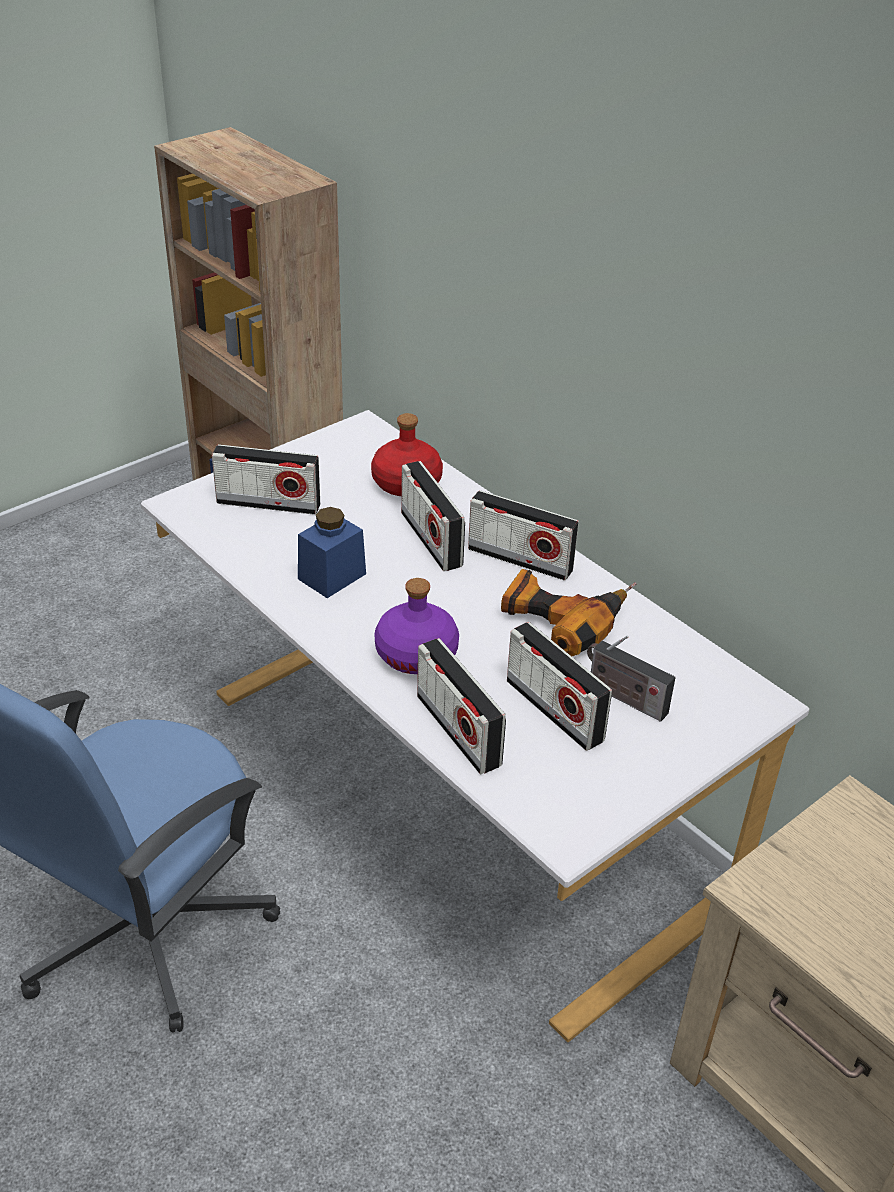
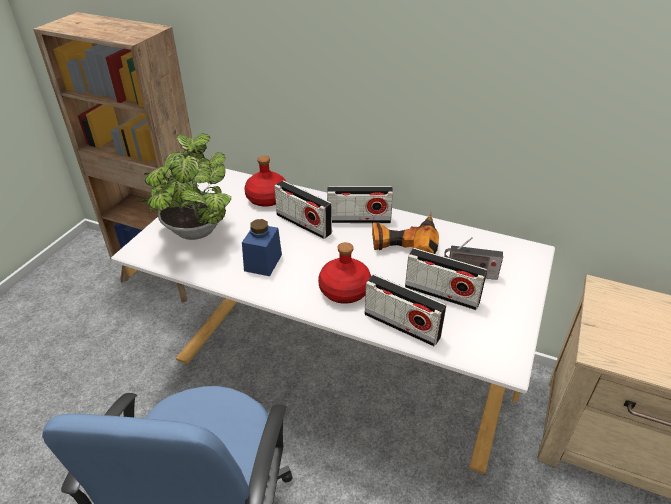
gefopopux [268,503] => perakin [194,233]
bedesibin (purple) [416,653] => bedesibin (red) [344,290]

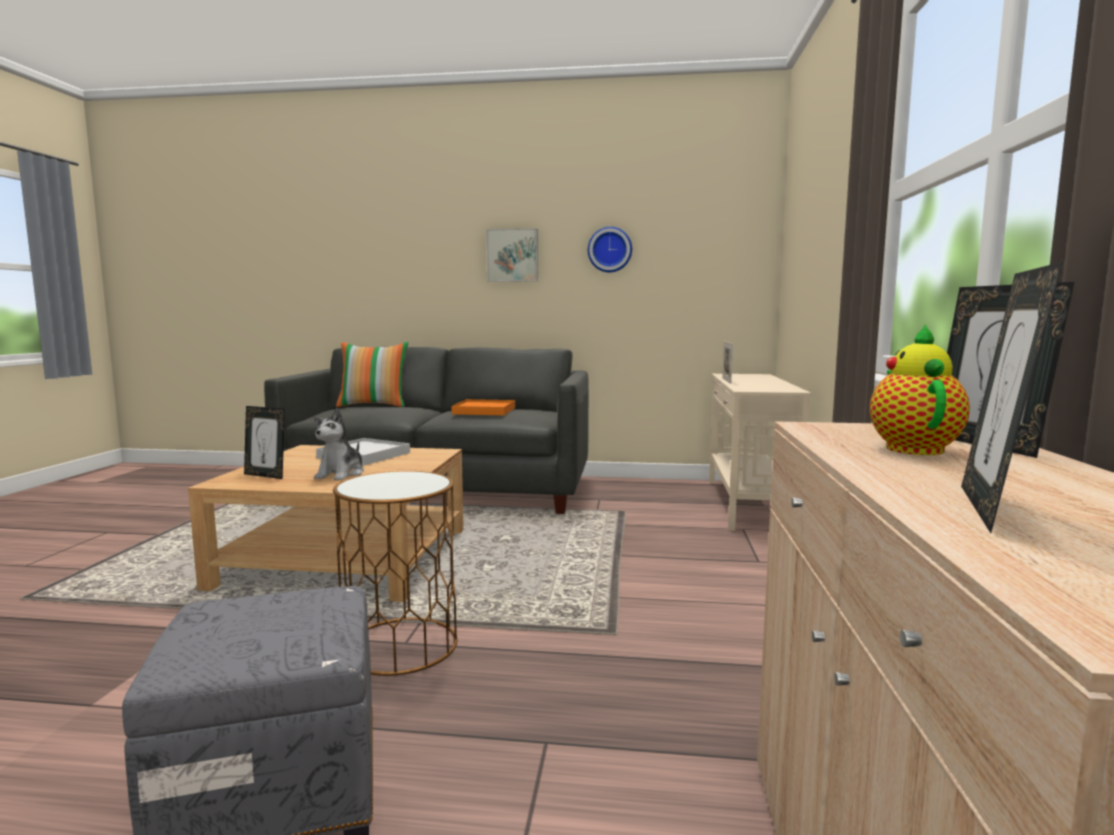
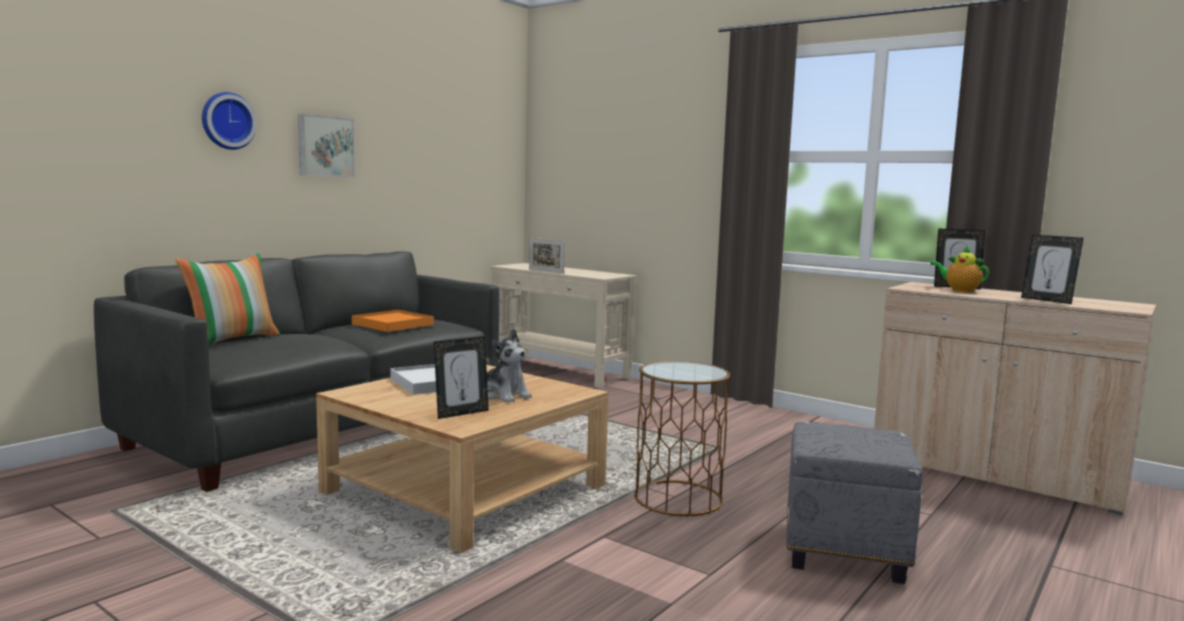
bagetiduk [610,250] => bagetiduk [227,121], shifted

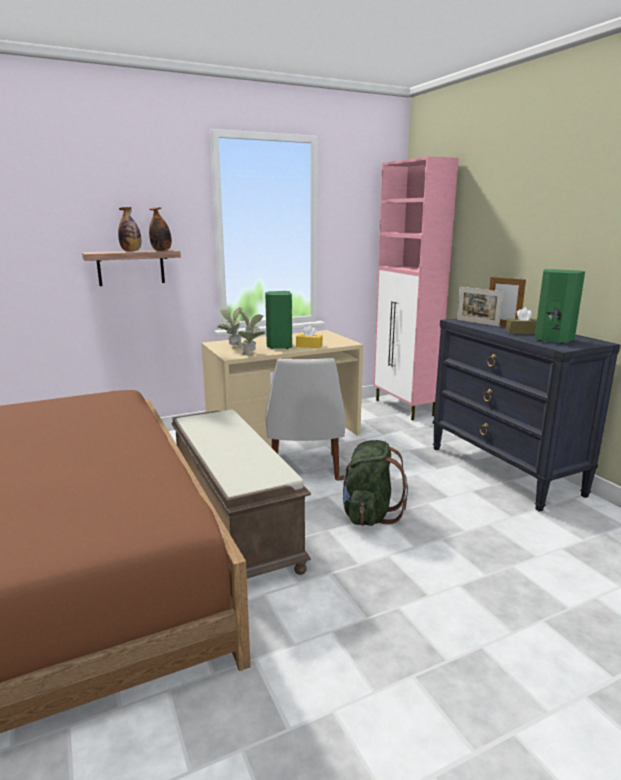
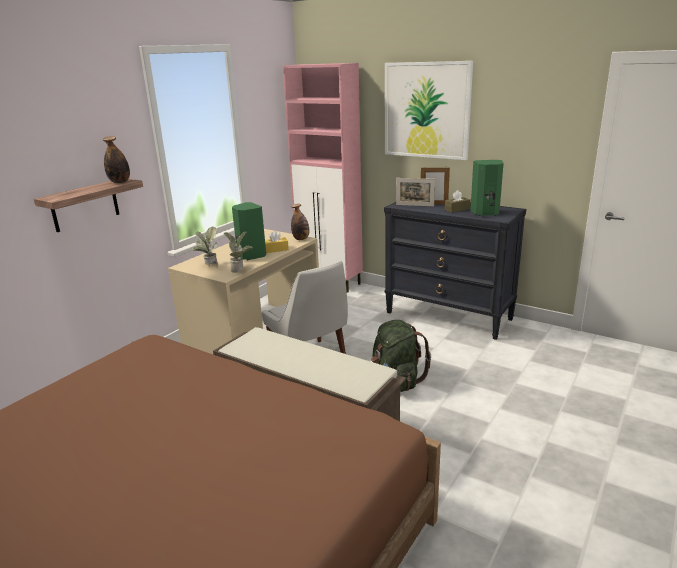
bedesibin [131,251] => bedesibin [301,239], shifted
nothing => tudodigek [426,110]

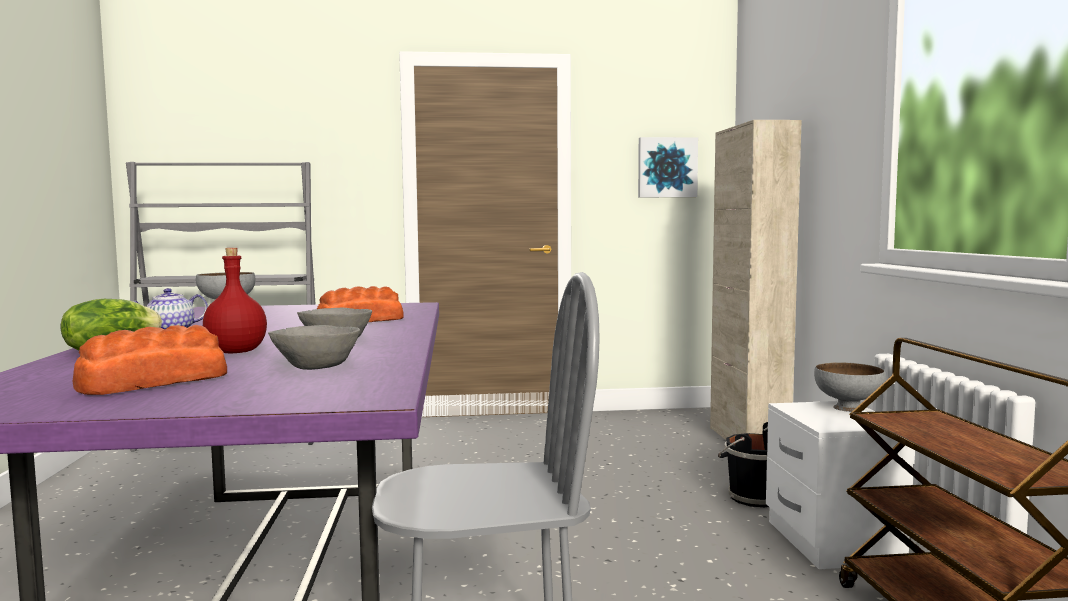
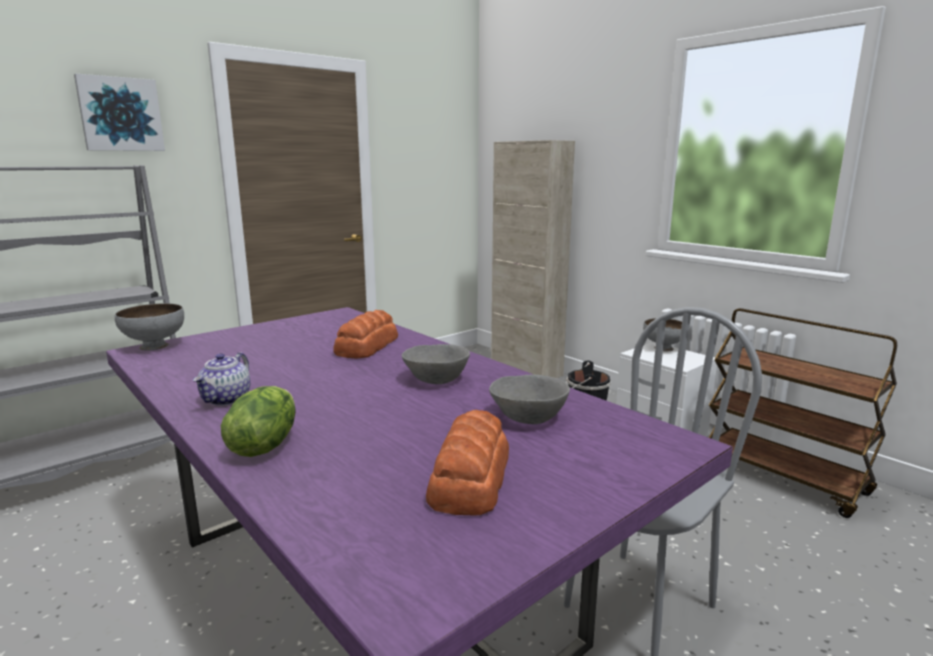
tudodigek [667,167] => tudodigek [120,114], shifted
bedesibin (red) [236,352] => nothing

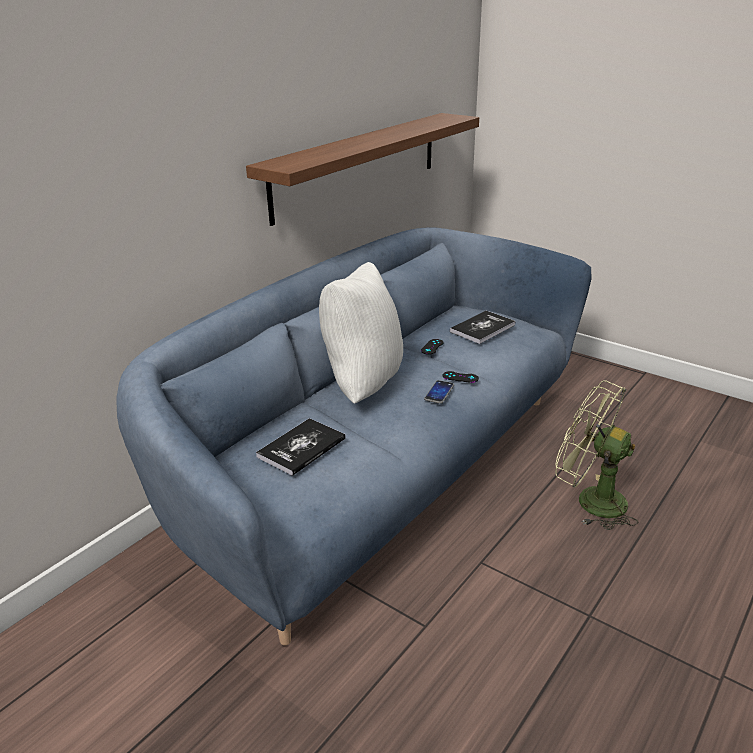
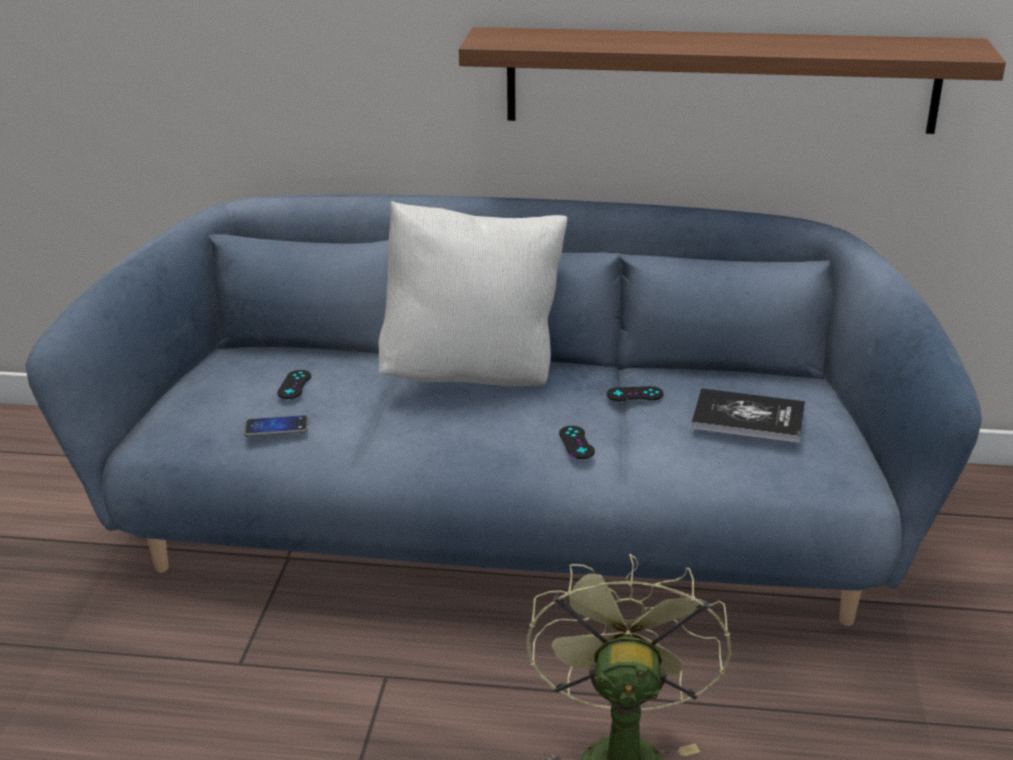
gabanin [439,392] => gabanin [276,427], shifted
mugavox [301,448] => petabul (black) [294,385]

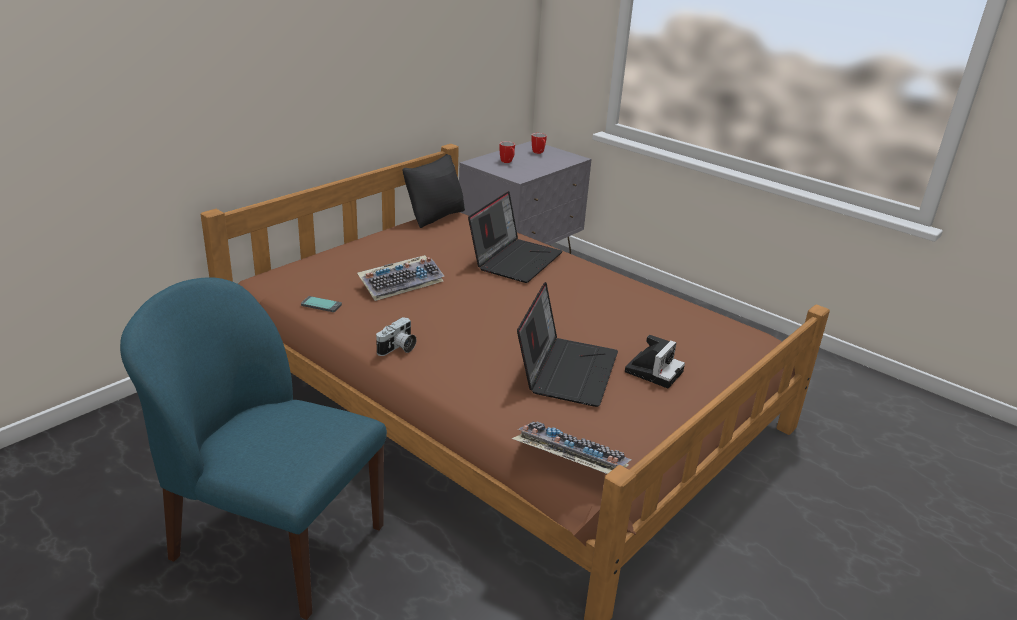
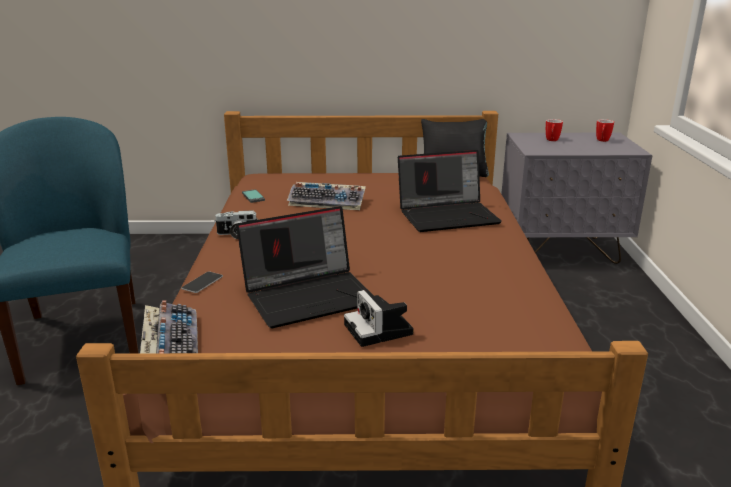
nothing => gabanin [202,282]
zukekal [654,370] => zukekal [380,330], 75 degrees clockwise

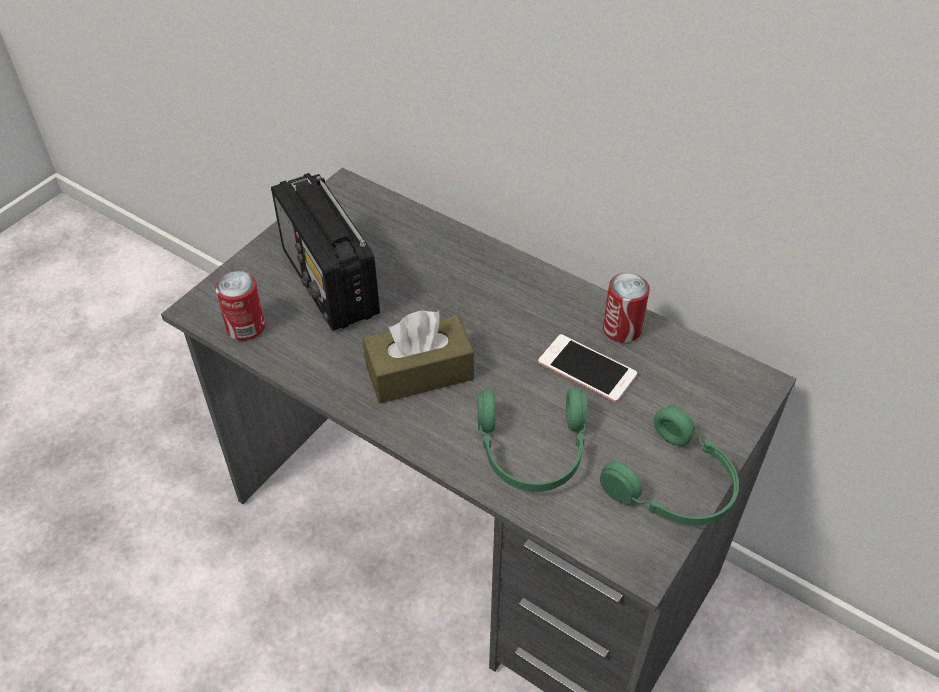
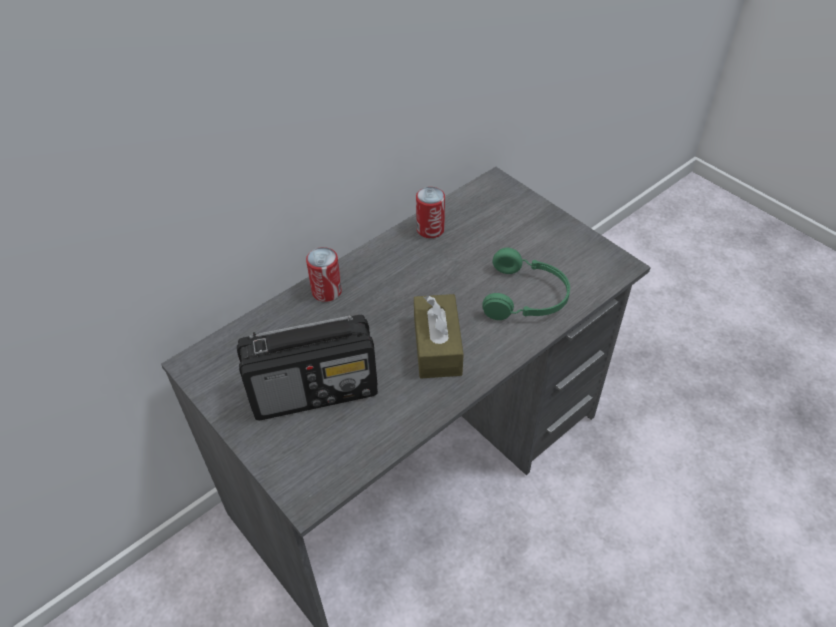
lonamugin [246,327] => lonamugin [326,291], shifted
gabanin [587,369] => nothing
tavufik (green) [675,486] => nothing

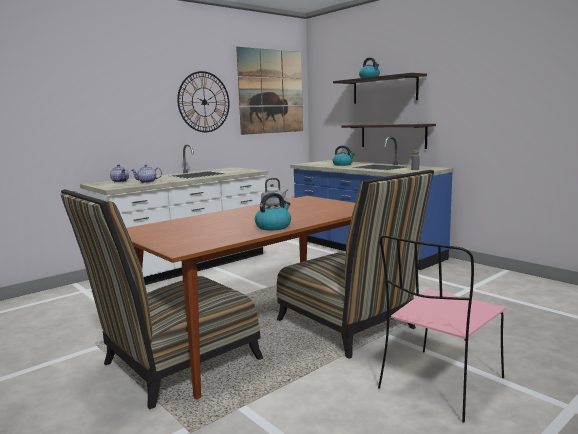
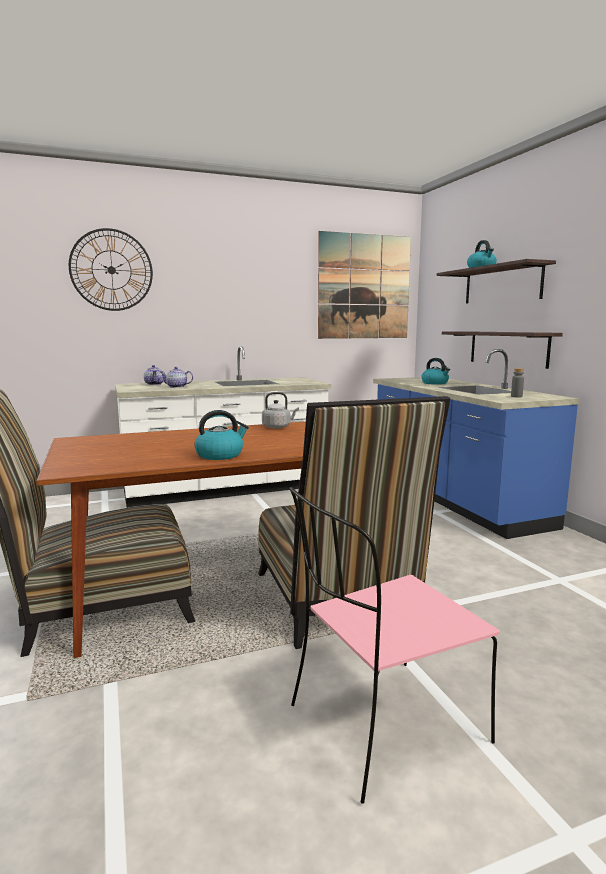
bagetiduk [204,102] => bagetiduk [111,270], shifted

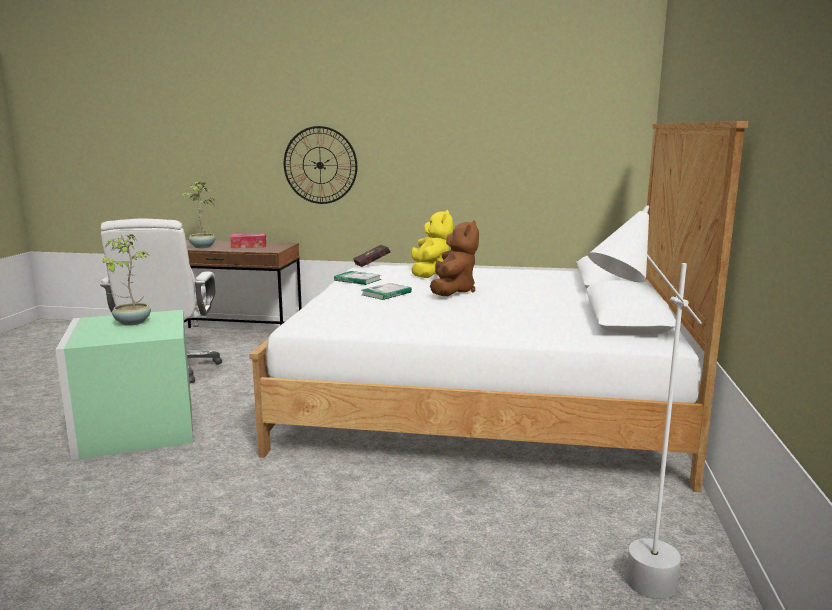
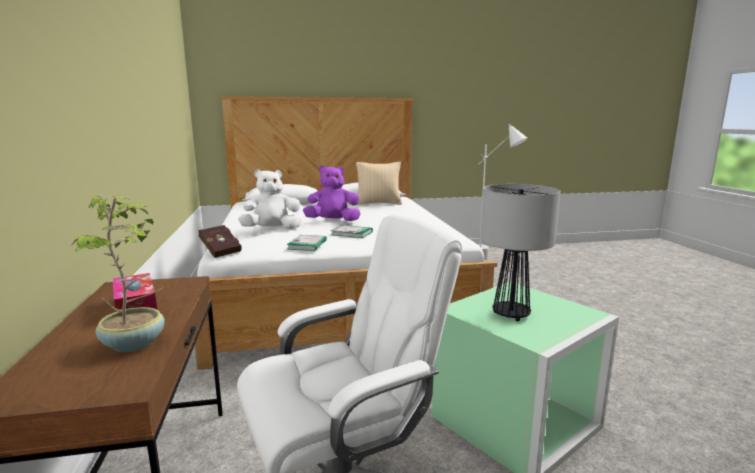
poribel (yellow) [430,274] => poribel (white) [272,229]
poribel (brown) [452,291] => poribel (purple) [333,221]
nothing => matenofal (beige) [378,203]
perakin [131,323] => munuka [510,314]
bagetiduk [320,165] => nothing

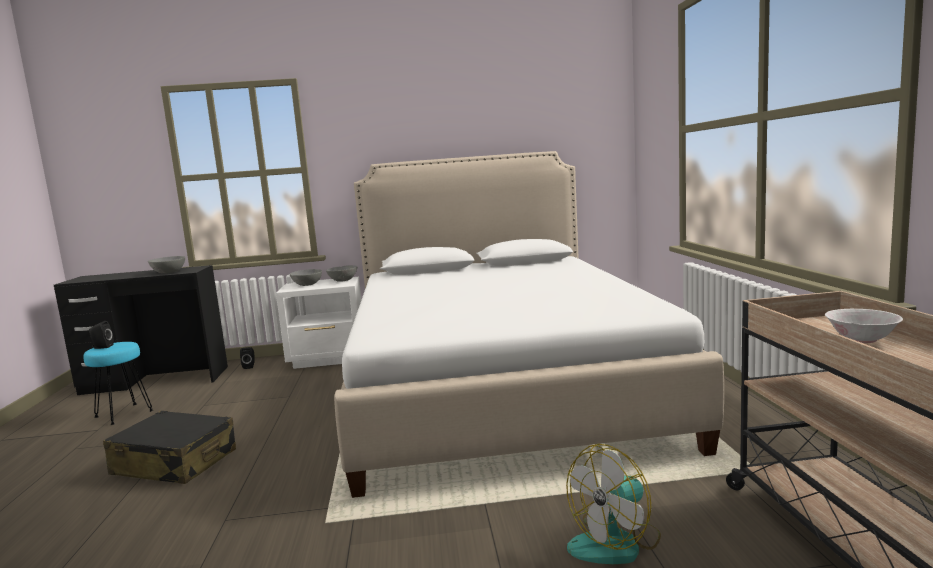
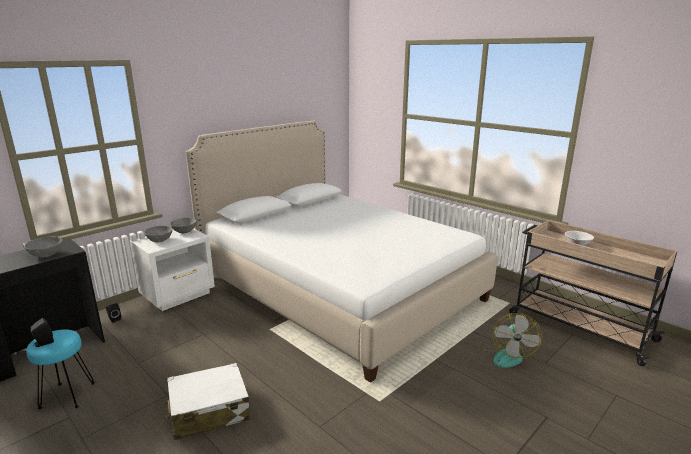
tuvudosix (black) [175,463] => tuvudosix (white) [208,411]

